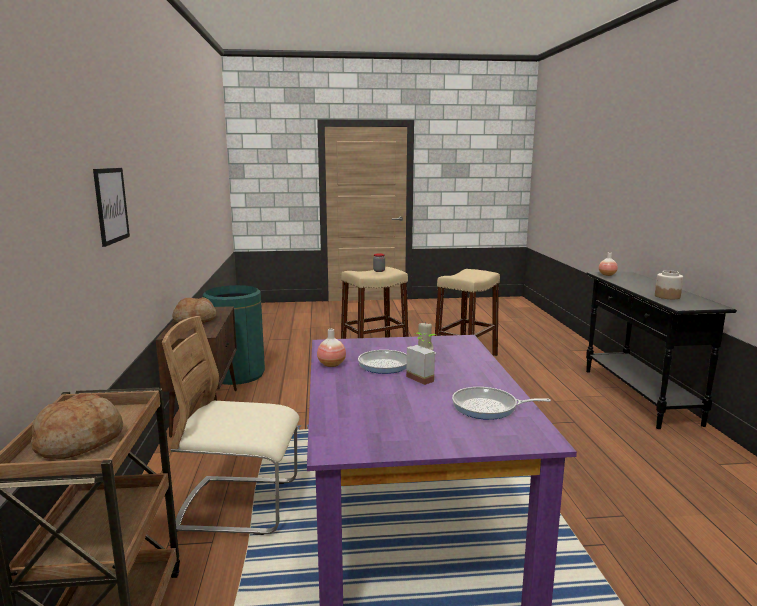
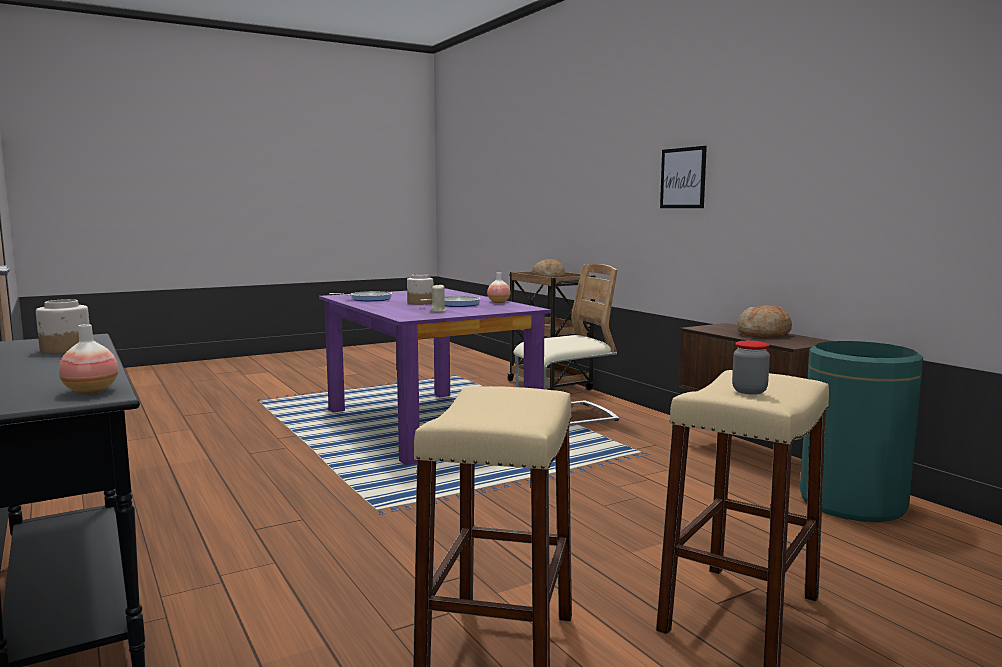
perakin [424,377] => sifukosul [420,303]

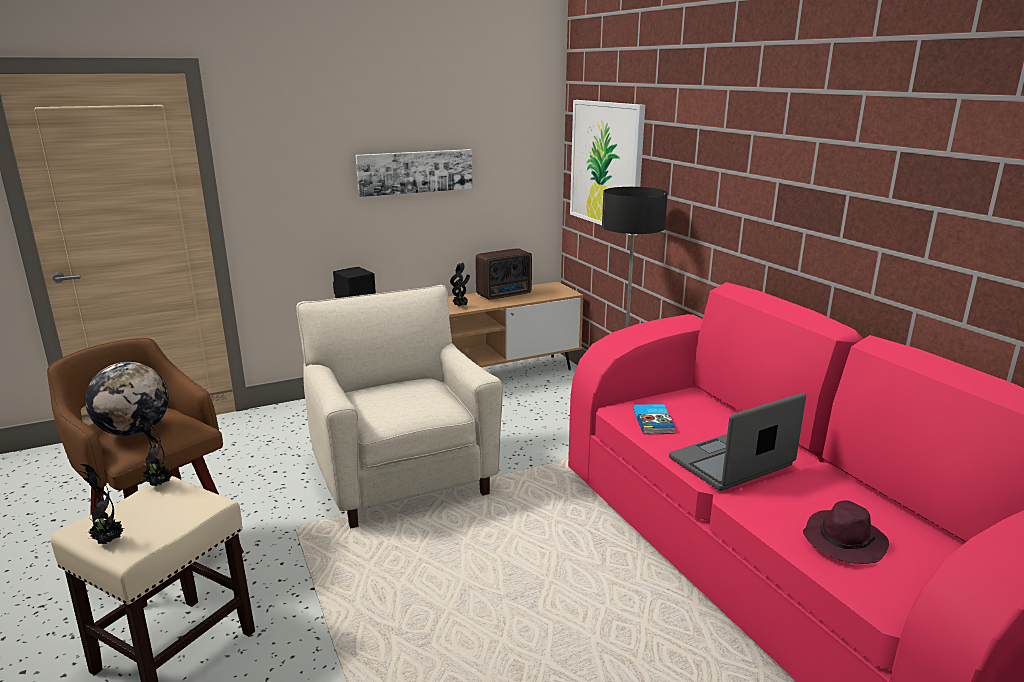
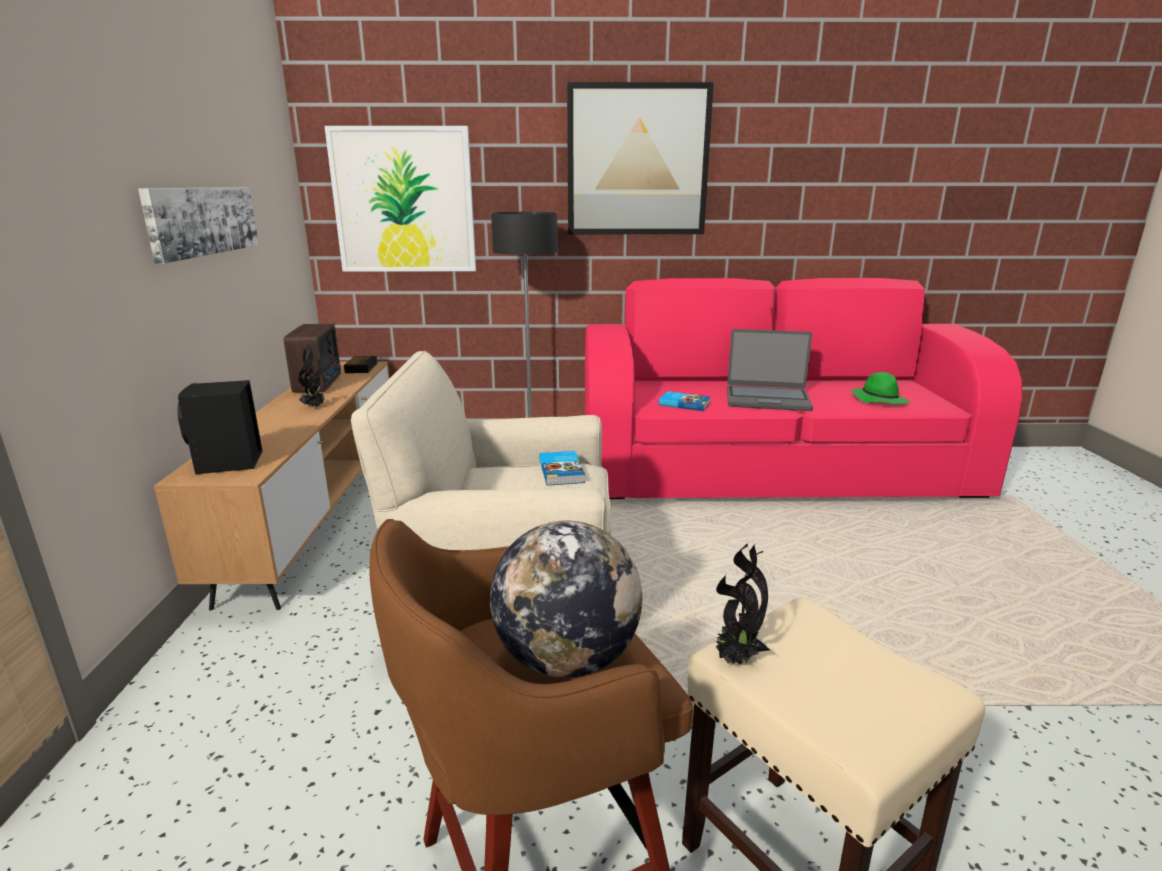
nothing => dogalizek [361,367]
nothing => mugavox [562,471]
nothing => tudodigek [637,161]
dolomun [732,463] => dolomun [767,399], 75 degrees counterclockwise
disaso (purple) [843,541] => disaso (green) [878,400]
perakin [107,541] => nothing

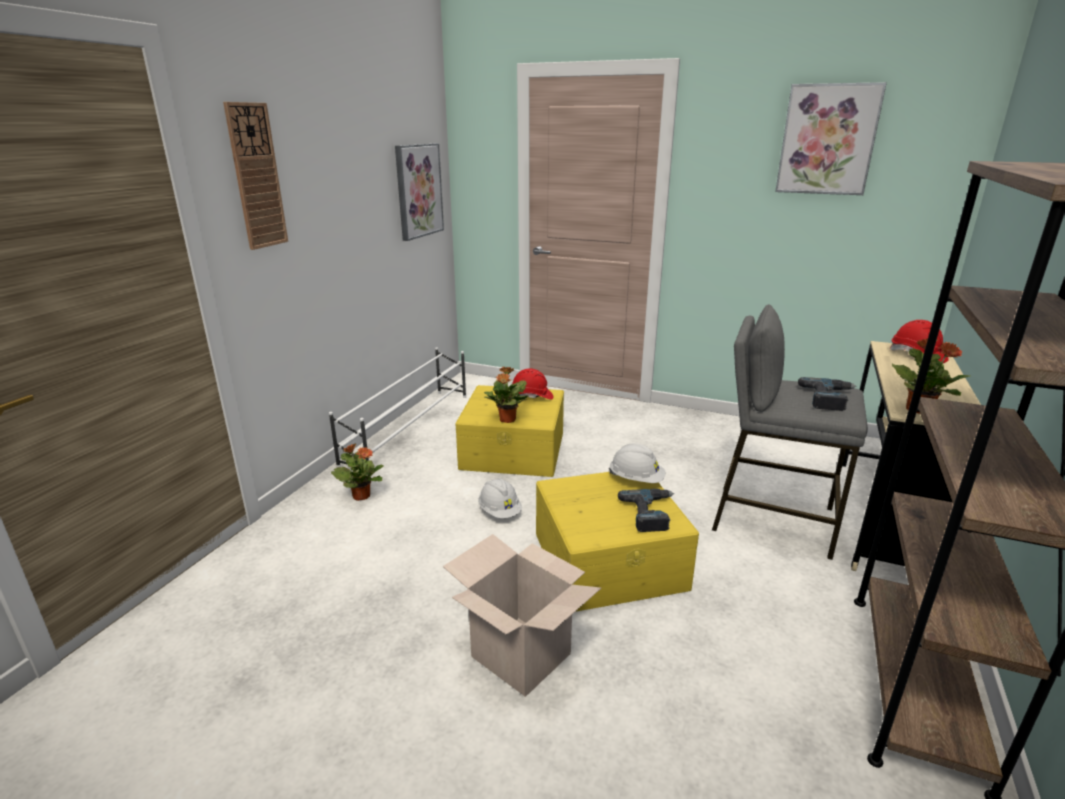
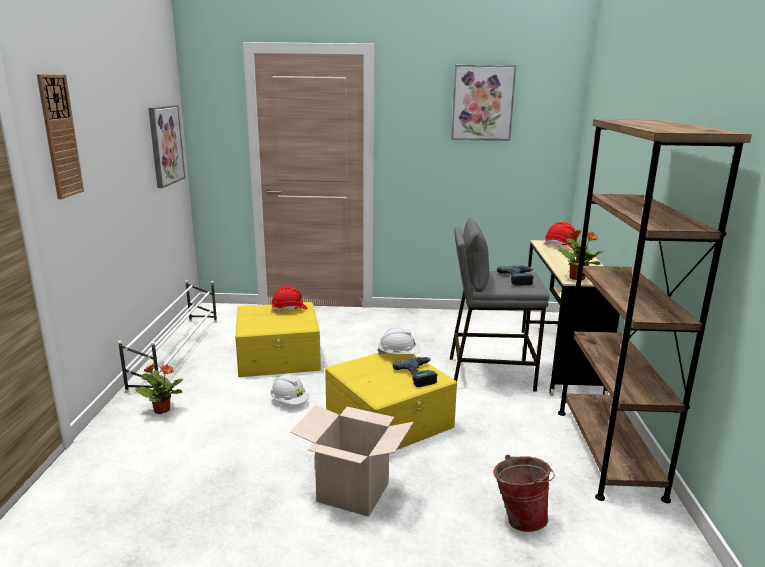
nothing => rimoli [519,517]
perakin [507,420] => nothing

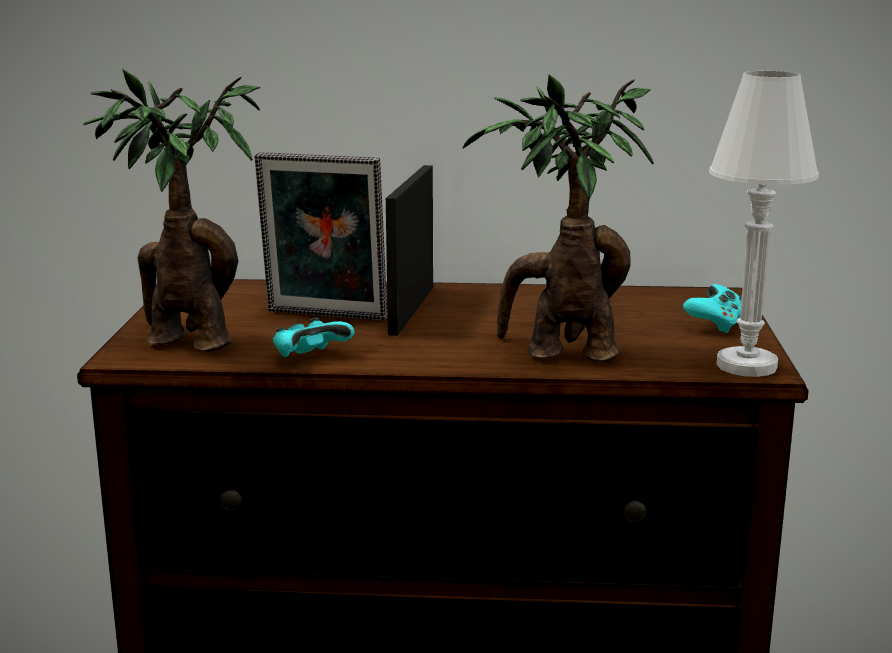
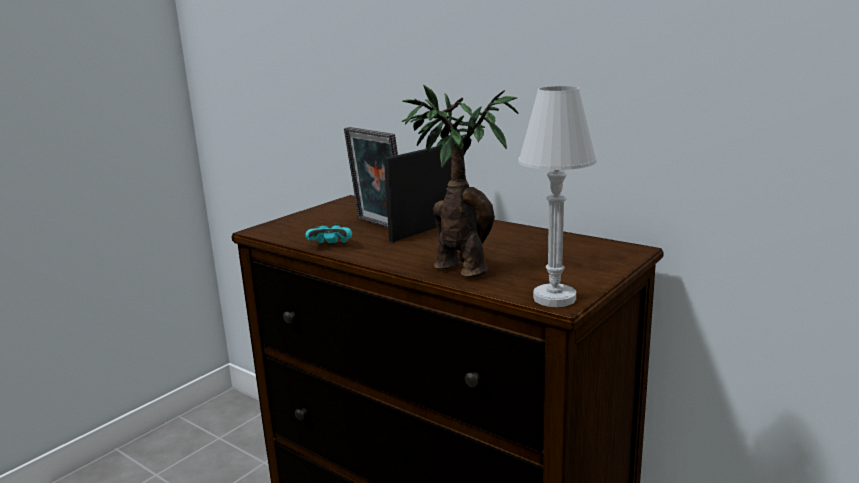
perakin [184,341] => nothing
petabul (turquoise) [717,325] => nothing

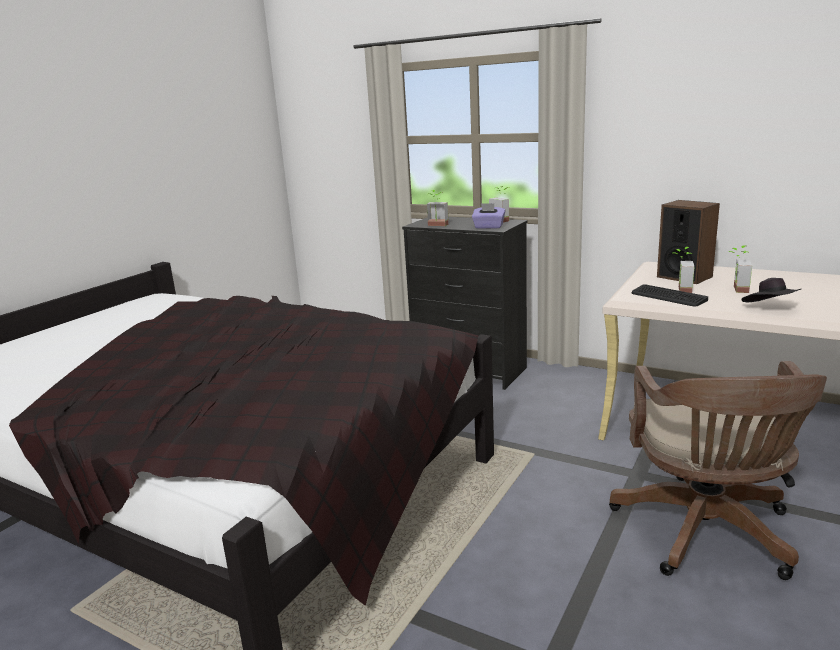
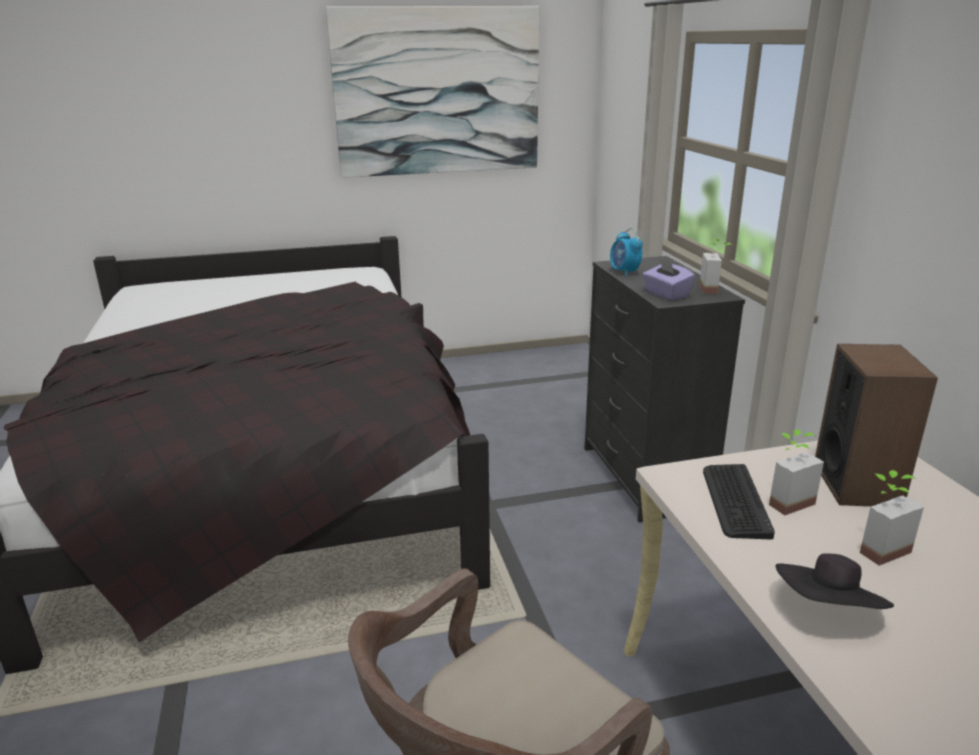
nothing => tudodigek [438,92]
perakin [436,225] => dogalizek [624,272]

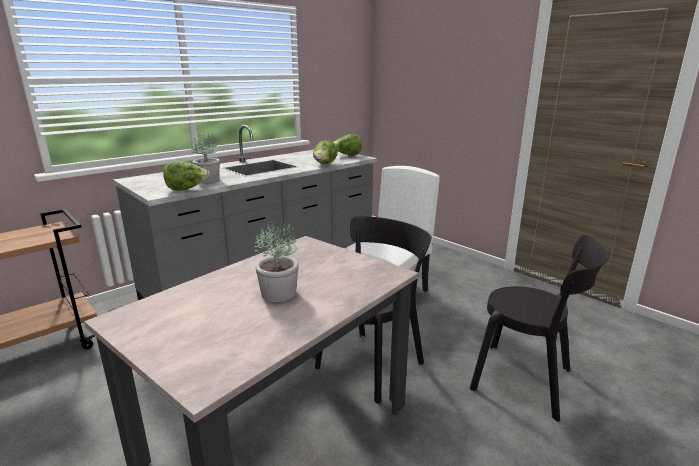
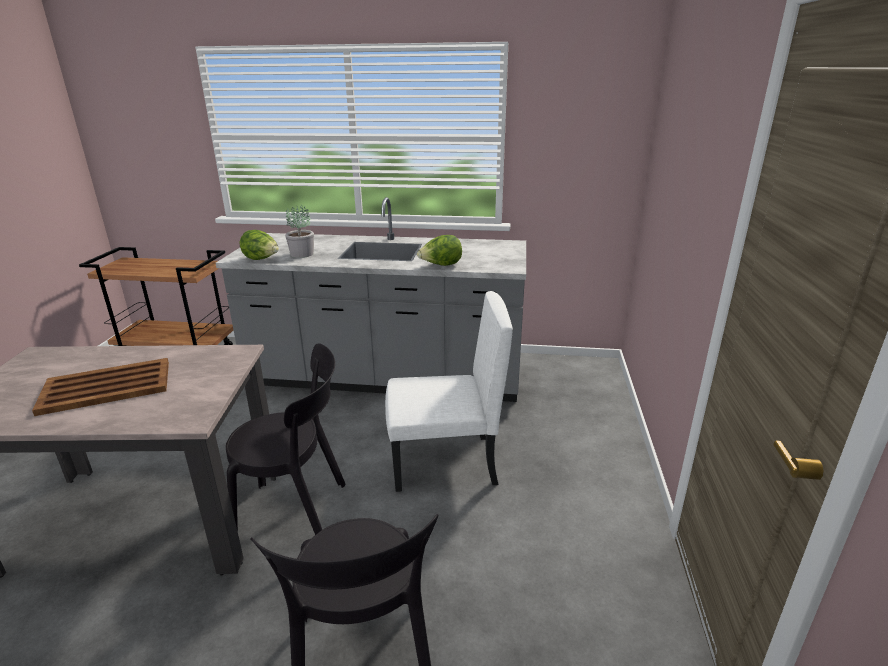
perakin [279,293] => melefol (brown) [108,387]
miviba [347,155] => nothing

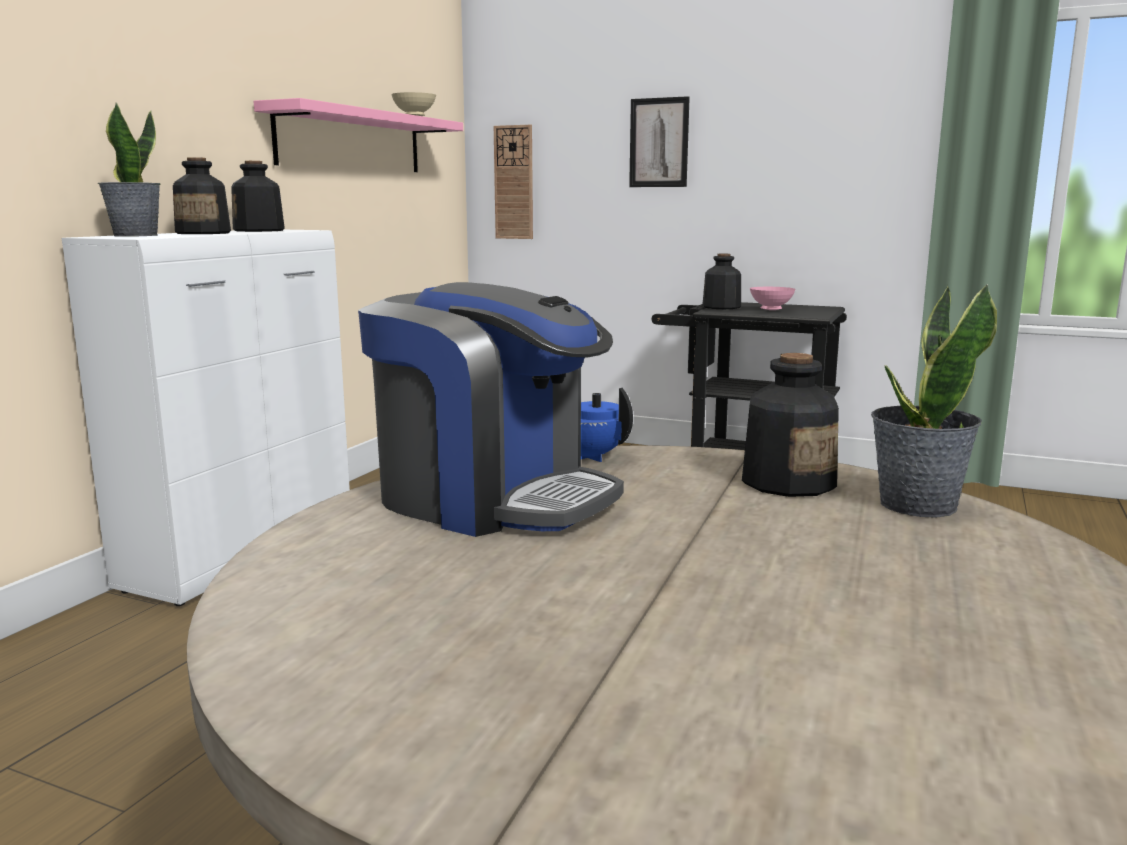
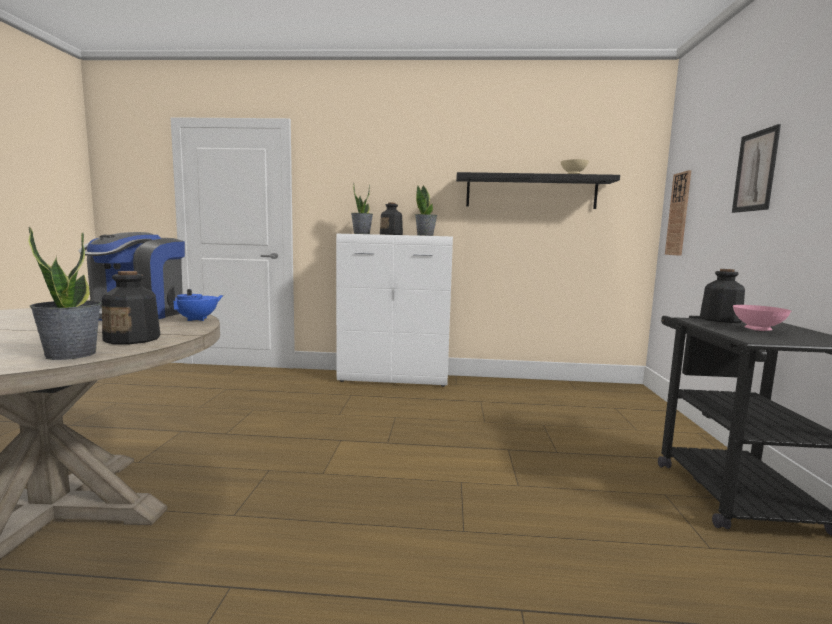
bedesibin [259,230] => perakin [425,235]
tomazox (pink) [351,141] => tomazox (black) [531,192]

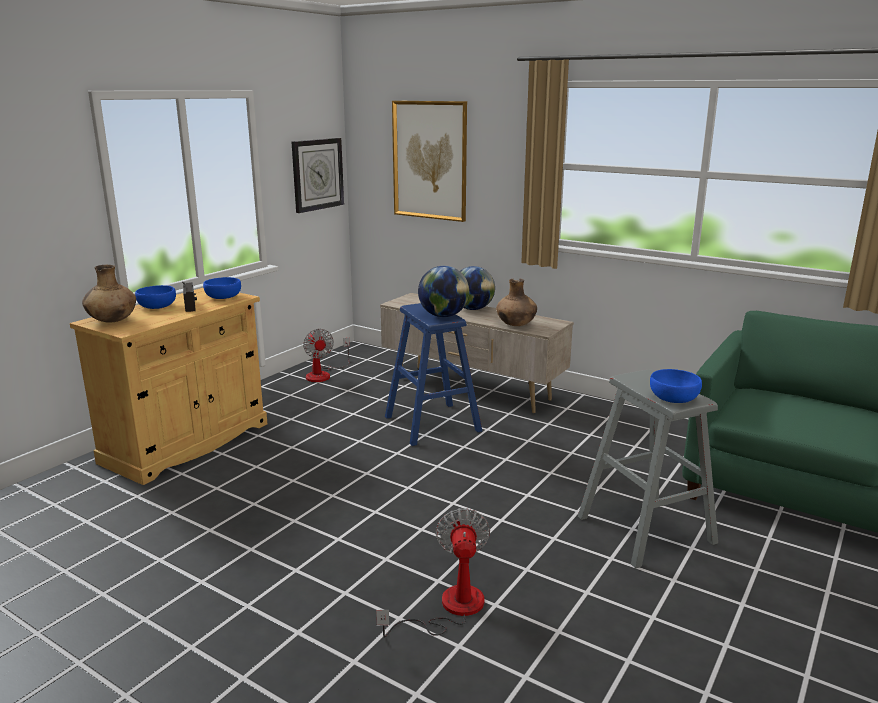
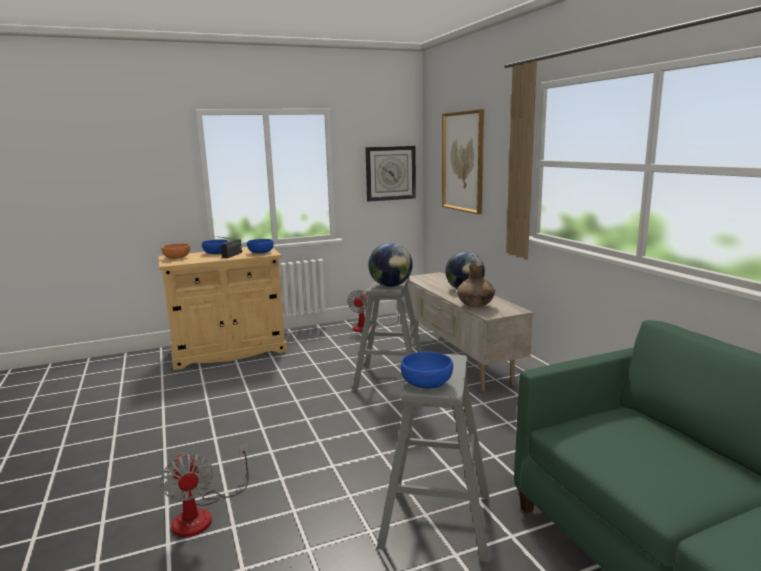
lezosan [450,608] => lezosan [203,514], 120 degrees clockwise
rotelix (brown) [112,321] => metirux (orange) [177,257]
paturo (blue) [432,423] => paturo (grey) [390,378]

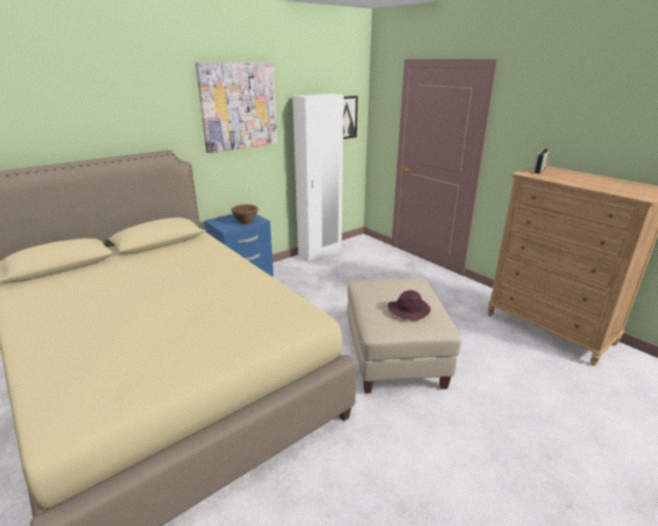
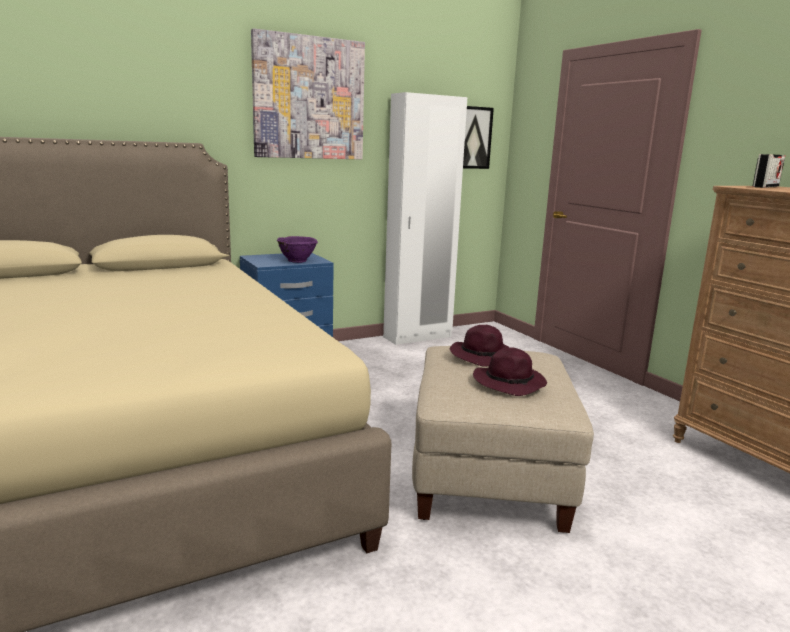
metirux (brown) [245,222] => metirux (purple) [297,260]
nothing => disaso (purple) [483,356]

